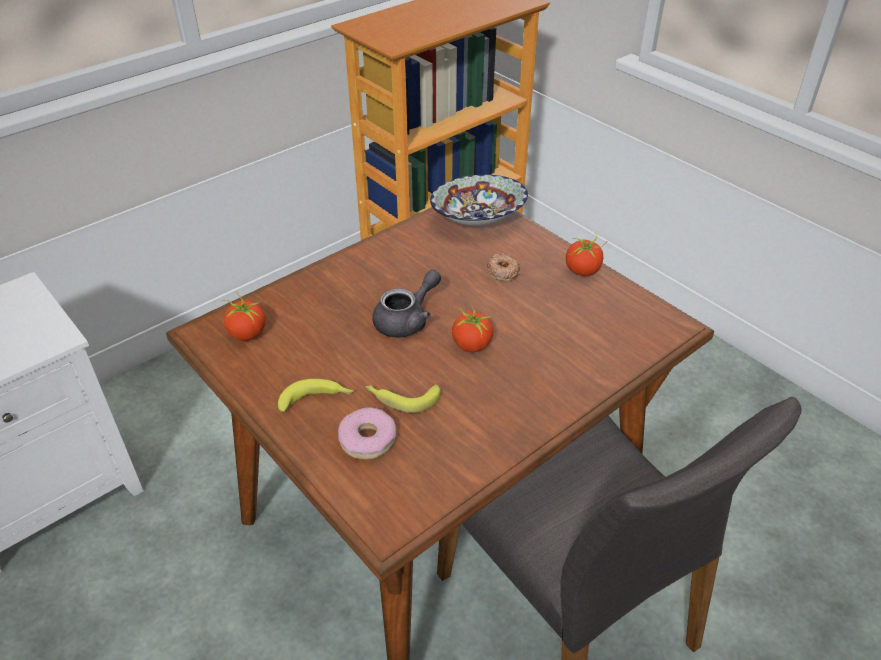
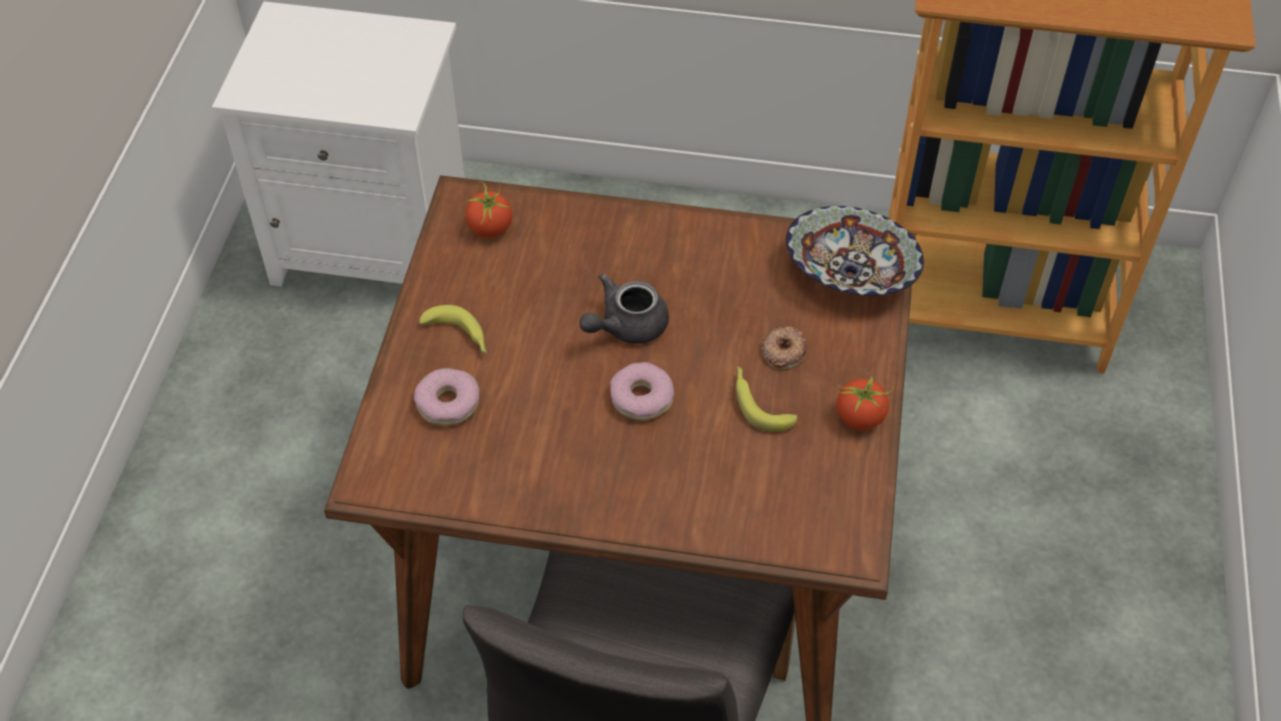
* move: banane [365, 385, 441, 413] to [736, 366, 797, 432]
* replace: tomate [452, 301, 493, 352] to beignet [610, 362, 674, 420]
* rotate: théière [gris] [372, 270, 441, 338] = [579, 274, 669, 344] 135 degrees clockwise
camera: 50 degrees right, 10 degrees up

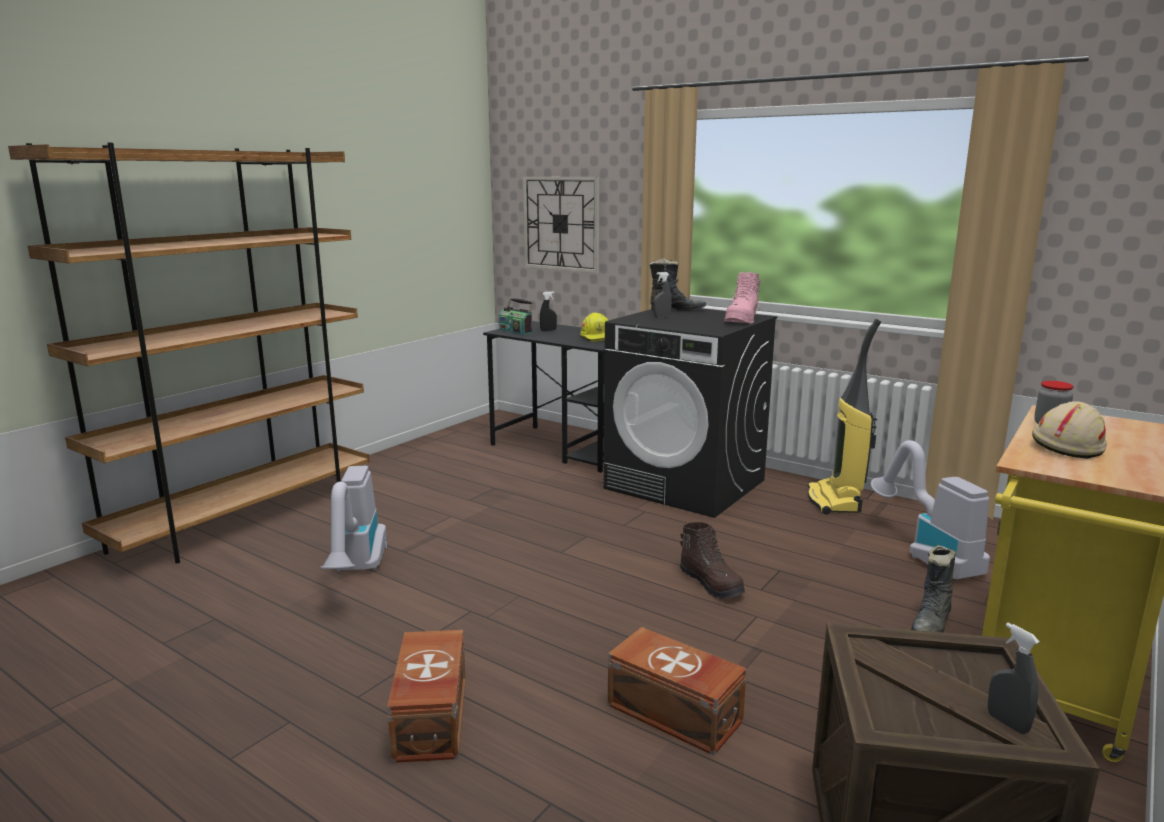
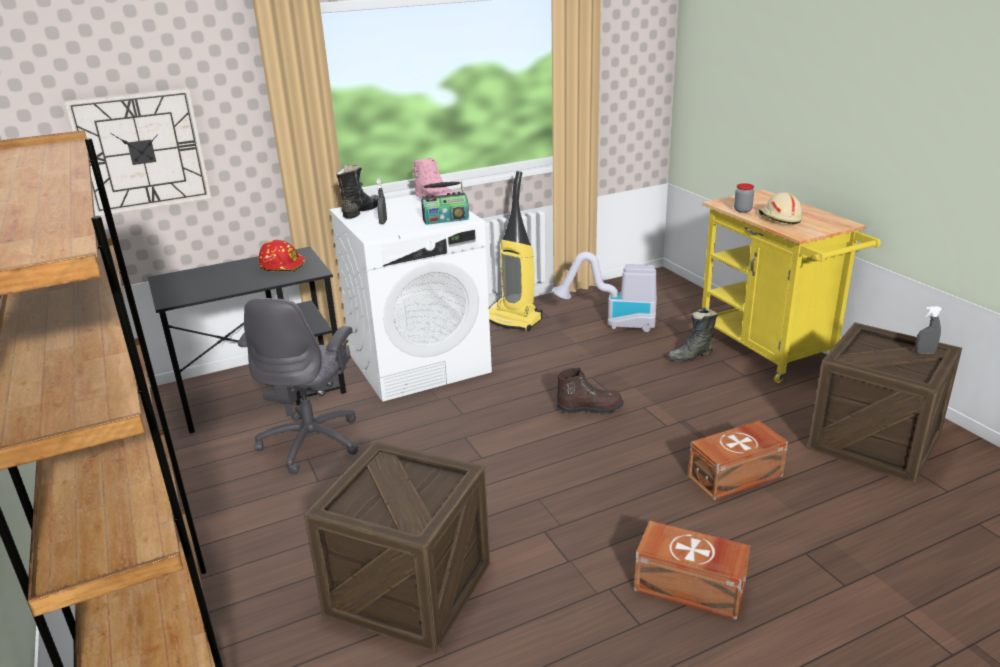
* delete: vaporisateur [noir] [540, 292, 557, 331]
* insert: chaise de bureau [gris] [238, 298, 359, 474]
* move: radio [499, 298, 534, 335] to [421, 181, 469, 225]
* replace: aspirateur [320, 466, 387, 572] to caisse [304, 441, 490, 653]
* recolor: casque de chantier [jaune] [580, 313, 608, 342] to casque de chantier [rouge] [259, 240, 306, 272]
* recolor: lave-linge [noir] [603, 308, 777, 518] to lave-linge [blanc] [329, 195, 492, 402]
* rotate: botte [noir] [911, 545, 956, 633] = [667, 307, 718, 362] 90 degrees clockwise
camera: 60 degrees left, 10 degrees up

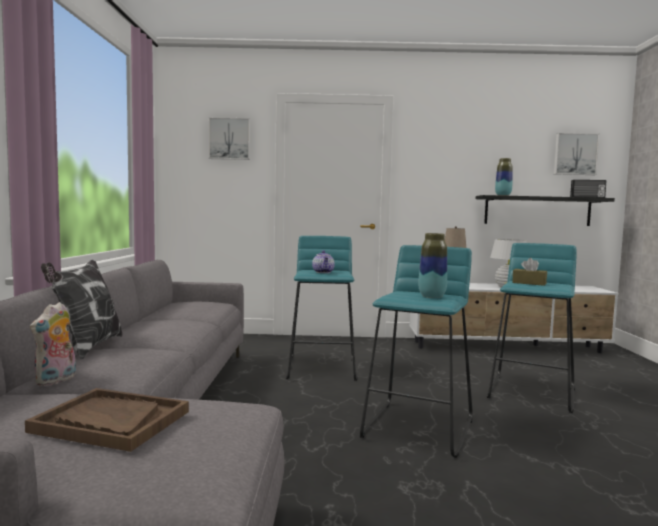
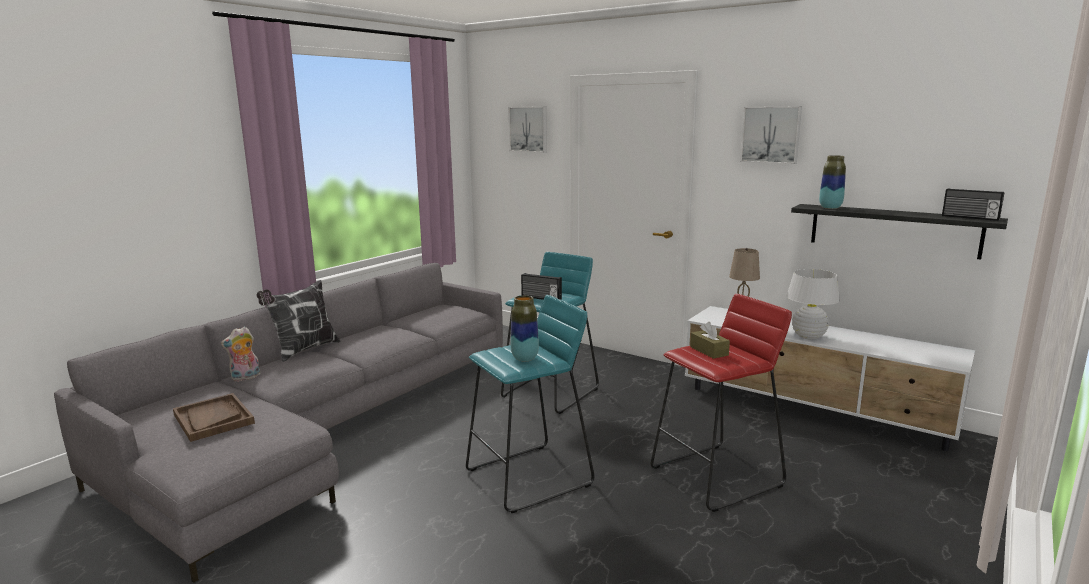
* move: tableau [554, 133, 600, 175] to [740, 106, 802, 164]
* replace: théière [312, 250, 335, 273] to radio [521, 273, 562, 300]
* recolor: tabouret [turquoise] [487, 243, 577, 413] to tabouret [rouge] [650, 294, 792, 512]
camera: 35 degrees right, 10 degrees up

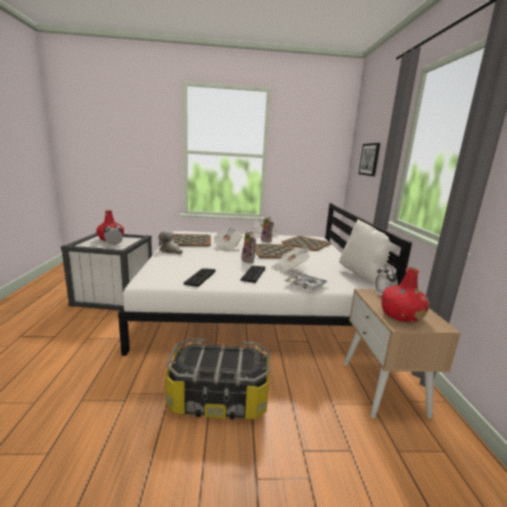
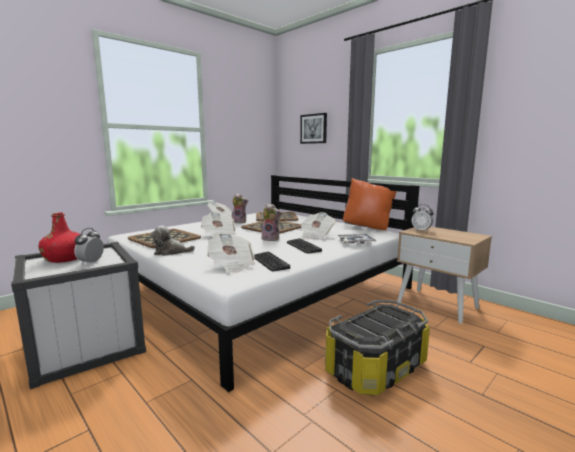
* delete: bouteille [rouge] [381, 267, 430, 323]
* insert: journal [207, 233, 255, 274]
* recolor: coussin [blanc] [339, 219, 399, 284] to coussin [orange] [343, 178, 397, 230]
camera: 40 degrees left, 5 degrees down

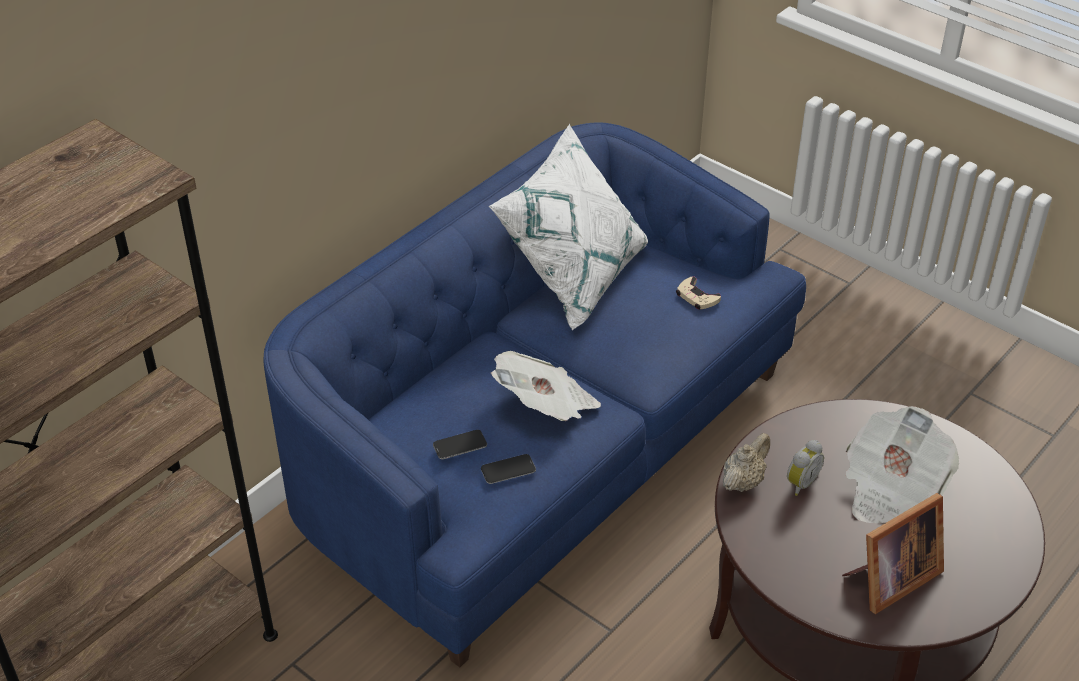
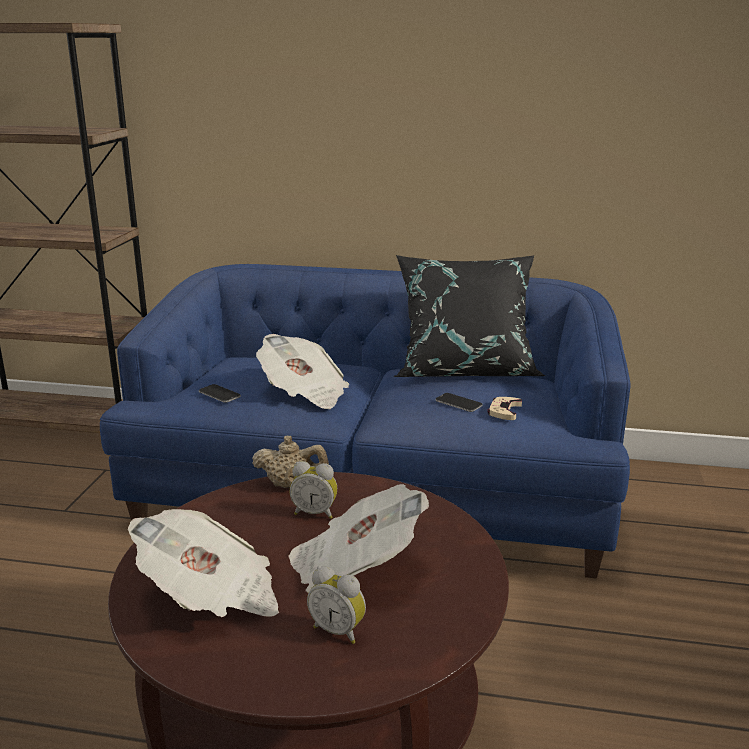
* insert: réveil [307, 566, 366, 644]
* move: téléphone [433, 430, 487, 459] to [436, 393, 482, 412]
* replace: cadre photo [842, 493, 944, 614] to journal [128, 509, 279, 617]
* recolor: coussin [blanc] [488, 124, 648, 330] to coussin [noir] [394, 255, 546, 377]
camera: 60 degrees right, 20 degrees down

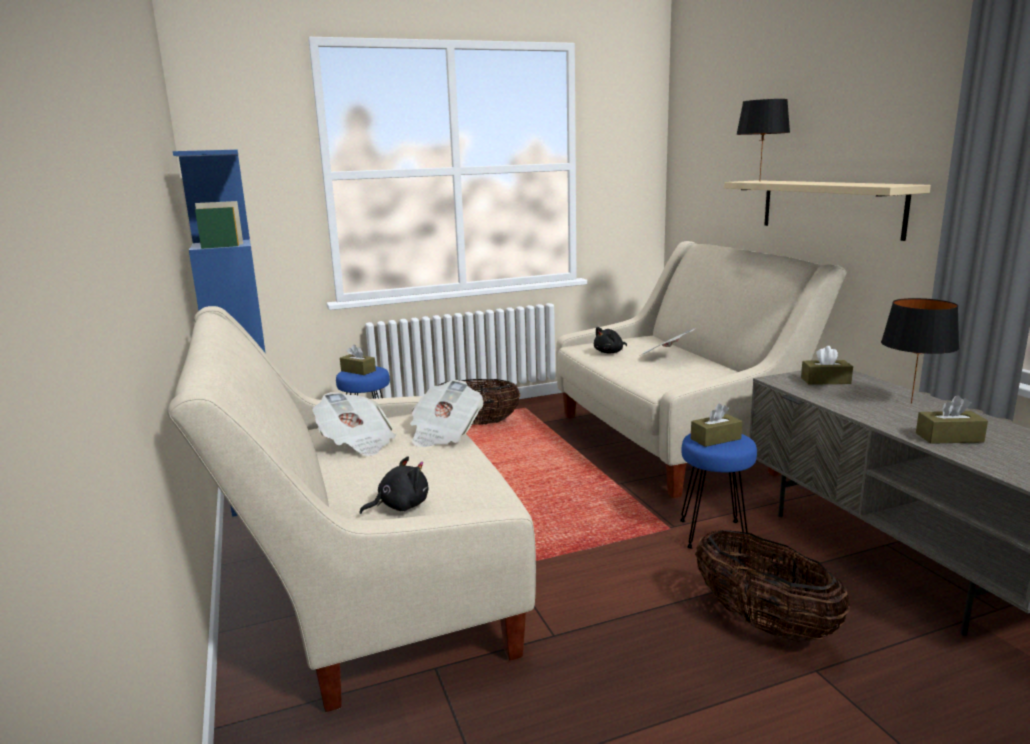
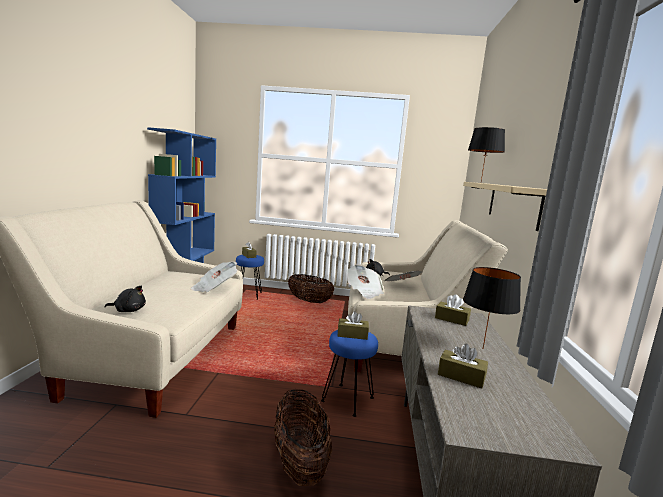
* move: journal [312, 392, 396, 456] to [347, 265, 384, 299]
camera: 25 degrees right, 5 degrees down

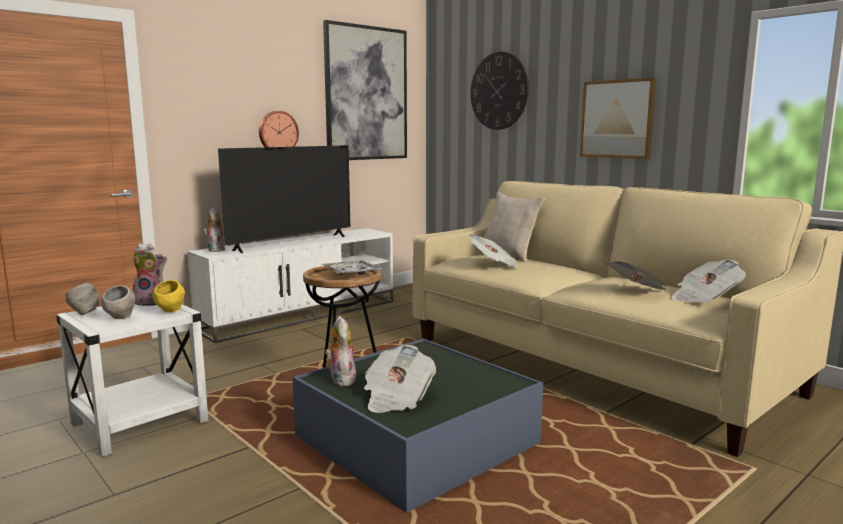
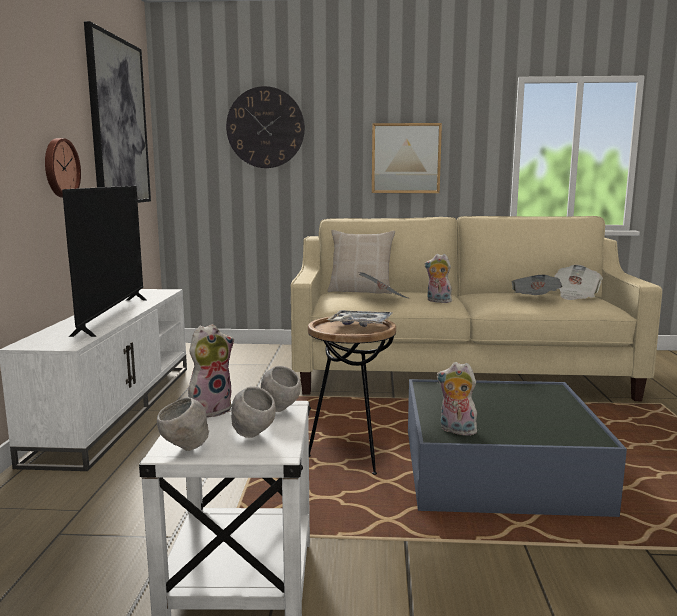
* delete: journal [364, 345, 436, 413]
* move: peluche [203, 207, 225, 252] to [425, 254, 452, 303]
* recolor: bol [jaune] [153, 280, 185, 313] to bol [gris] [261, 366, 301, 412]
camera: 45 degrees left, 0 degrees up

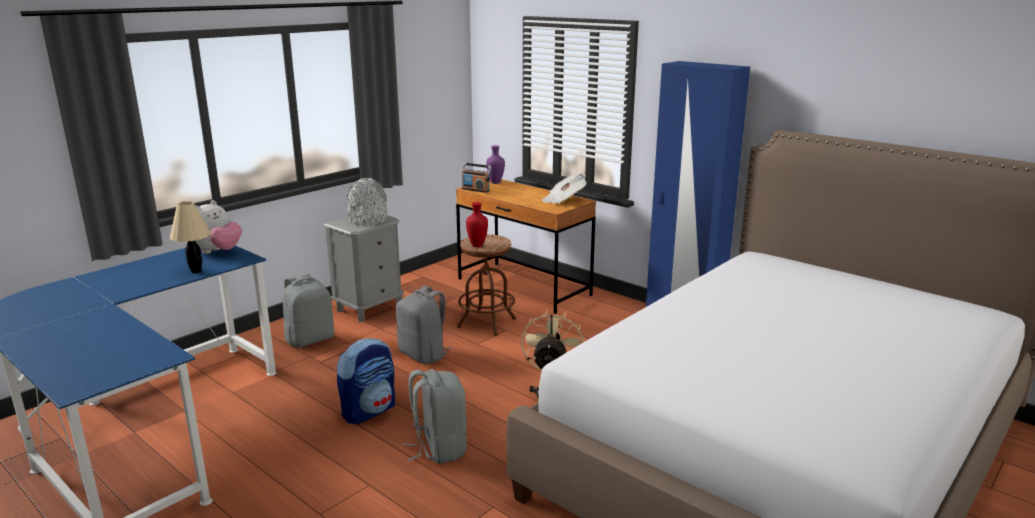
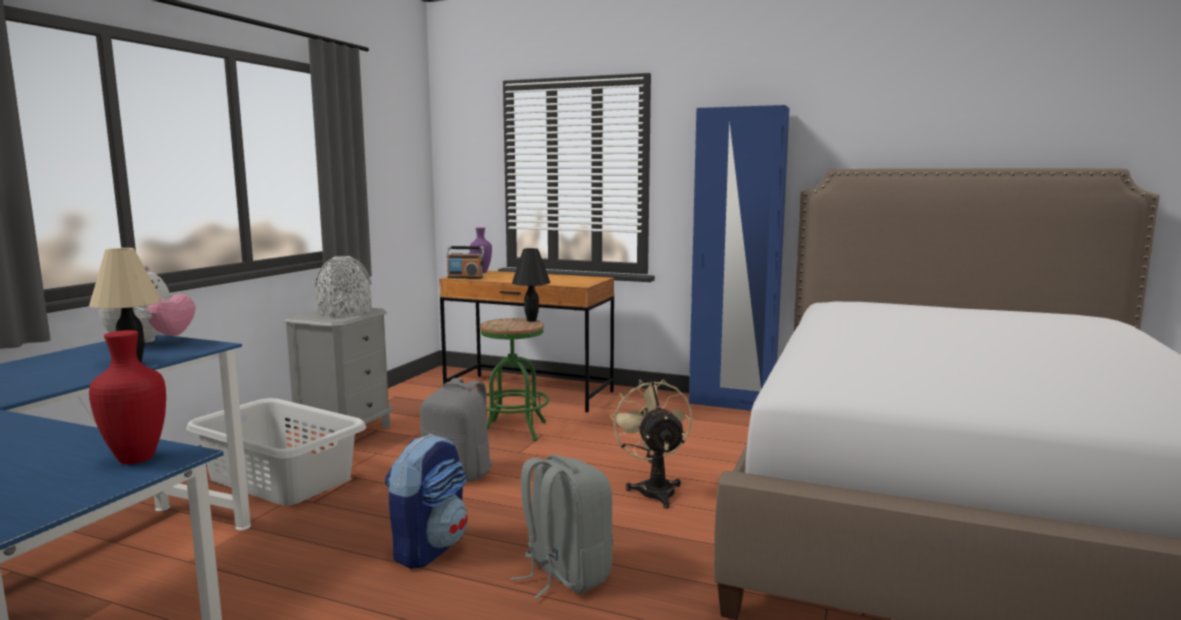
* delete: journal [542, 174, 587, 204]
* insert: lampe de table [noir] [512, 248, 550, 322]
* move: vase [rouge] [466, 202, 488, 247] to [89, 330, 166, 464]
* replace: sac à dos [gris] [283, 273, 334, 348] to panier à linge [gris] [186, 398, 366, 506]
* recolor: tabouret [marron] [457, 234, 516, 336] to tabouret [vert] [479, 318, 549, 441]
camera: 20 degrees left, 10 degrees down

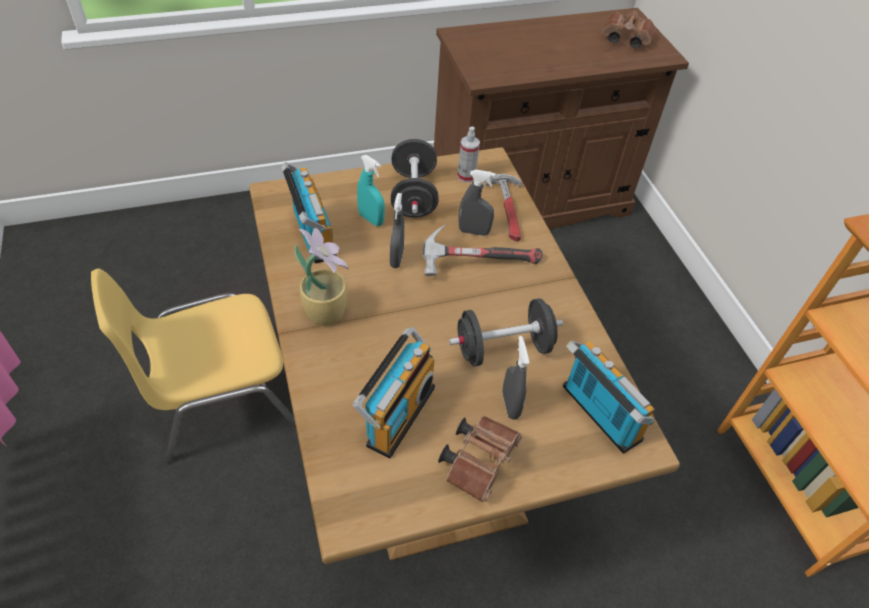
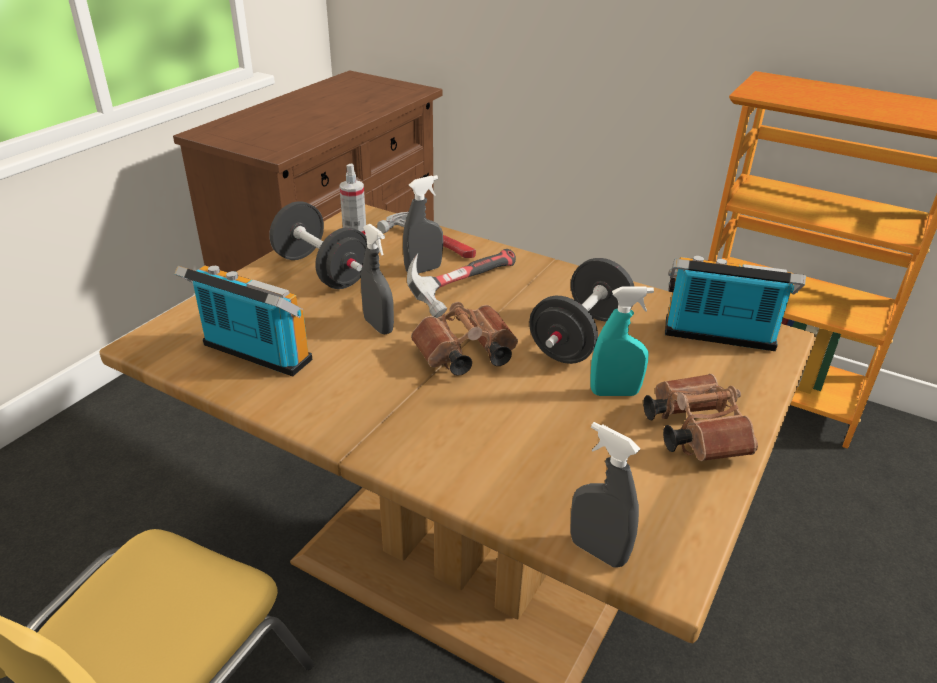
* delete: plante en pot [295, 227, 349, 326]
* delete: radio [353, 327, 435, 459]
* move: vaporisateur [turquoise] [357, 155, 385, 226] to [590, 286, 654, 396]
* move: vaporisateur [gris] [502, 336, 530, 420] to [570, 422, 640, 568]
* move: jumelles [marron] [602, 10, 656, 48] to [411, 302, 518, 376]
camera: 40 degrees left, 15 degrees down

